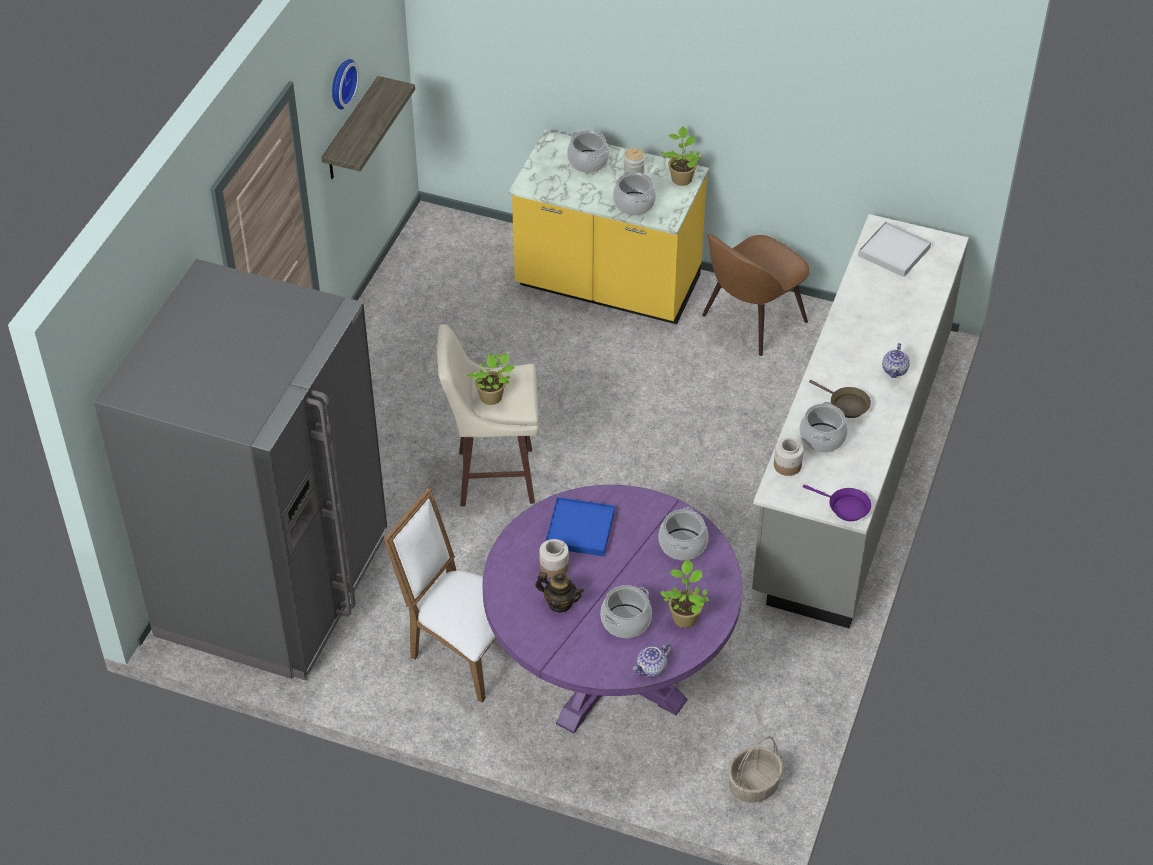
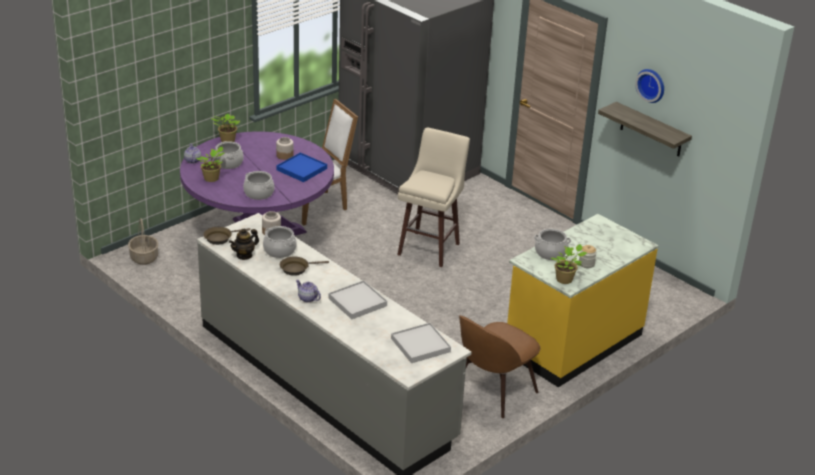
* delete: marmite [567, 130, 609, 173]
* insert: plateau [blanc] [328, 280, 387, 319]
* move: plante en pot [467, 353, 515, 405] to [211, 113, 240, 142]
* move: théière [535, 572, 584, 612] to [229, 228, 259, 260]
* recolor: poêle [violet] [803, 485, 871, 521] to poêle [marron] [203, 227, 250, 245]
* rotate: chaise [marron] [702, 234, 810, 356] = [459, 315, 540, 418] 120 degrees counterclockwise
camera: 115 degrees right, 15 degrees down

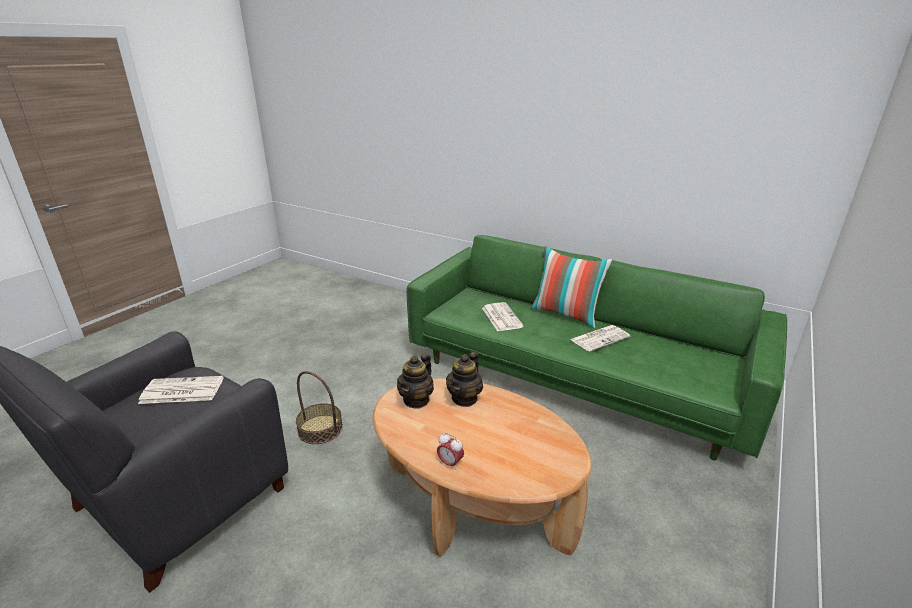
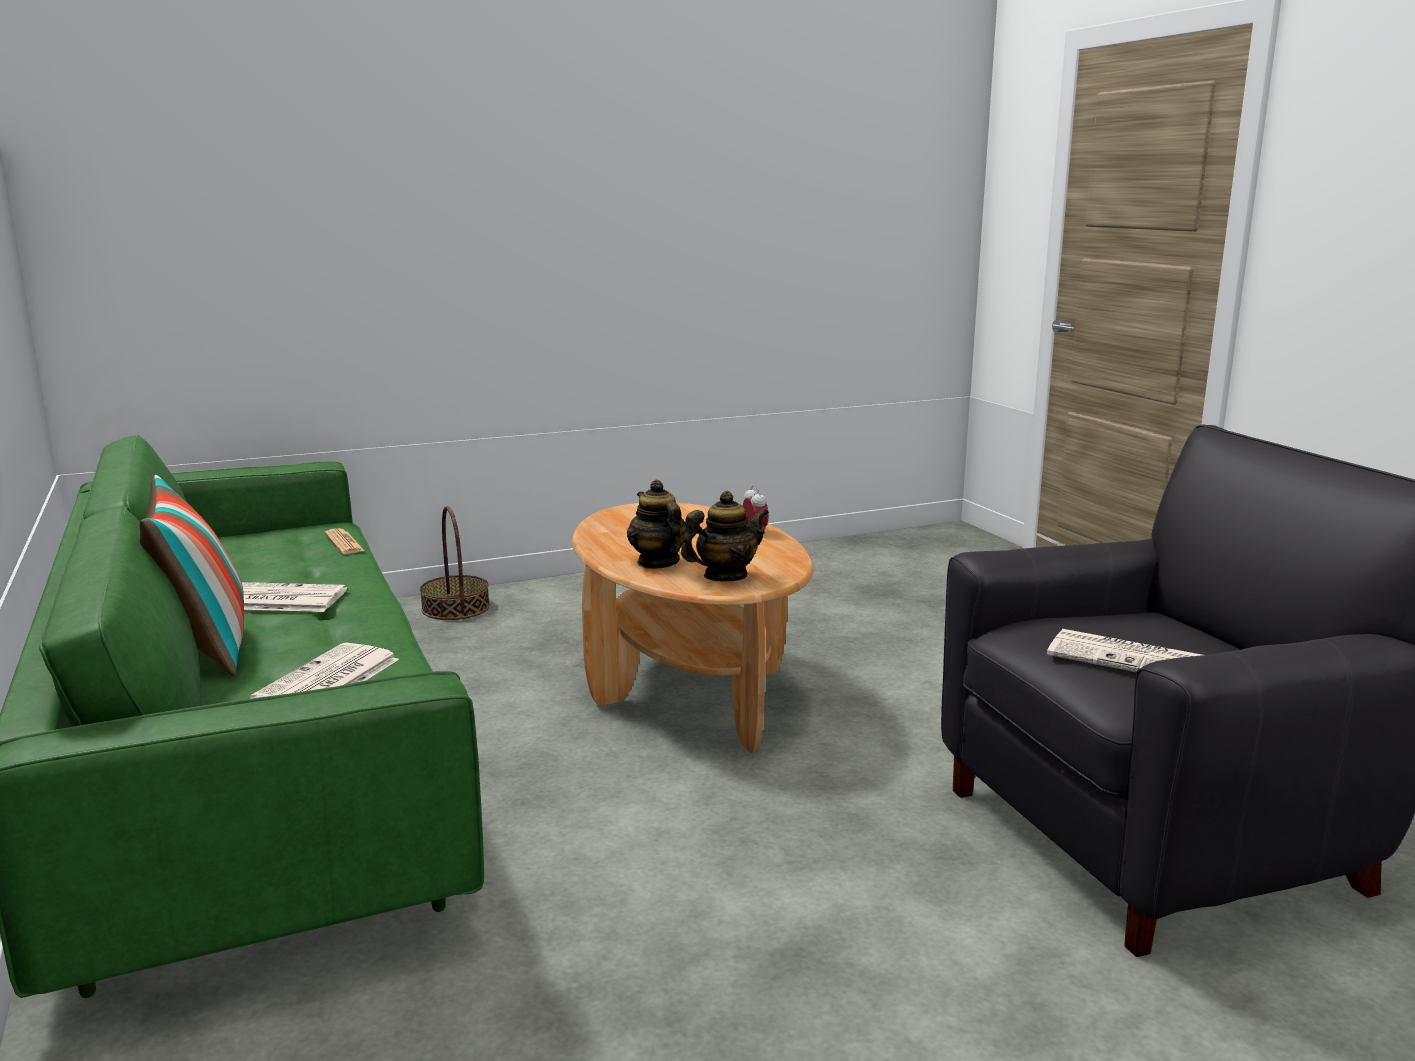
* insert: journal [325, 528, 365, 554]
* move: panier [296, 371, 343, 444] to [420, 506, 490, 620]
* rotate: théière [446, 352, 483, 407] = [627, 480, 686, 569] 90 degrees counterclockwise
camera: 145 degrees left, 10 degrees down

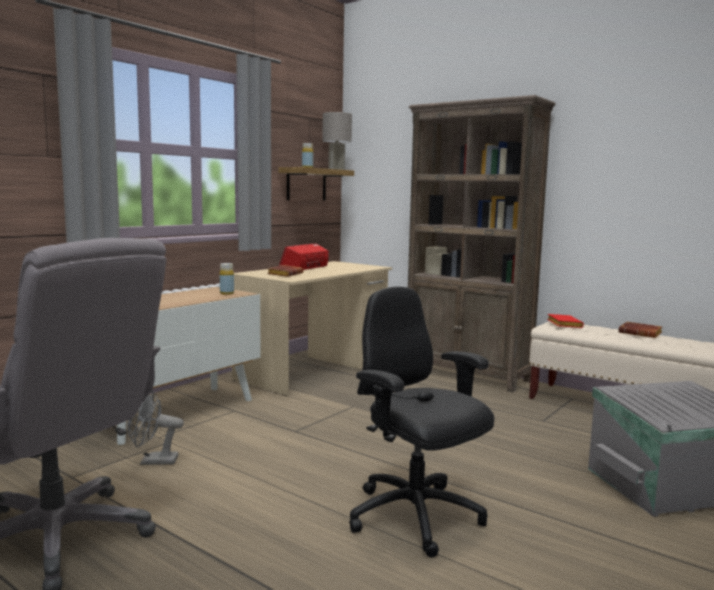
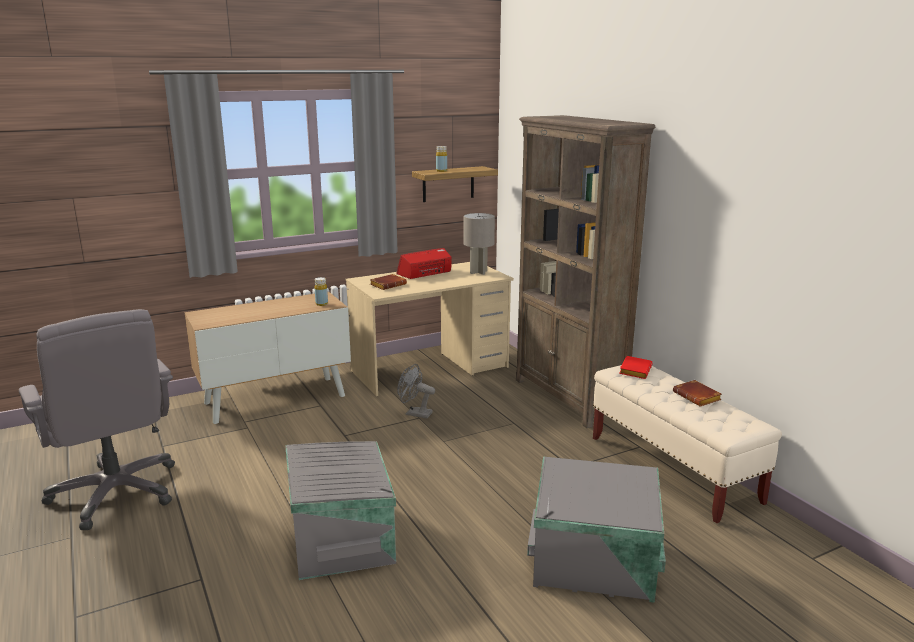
* move: ventilateur [gris] [128, 390, 184, 465] to [397, 364, 435, 419]
* move: lampe de table [gris] [322, 112, 352, 170] to [463, 213, 495, 275]
* replace: chaise de bureau [noir] [349, 286, 494, 557] to boîte de rangement [gris] [285, 441, 396, 580]
camera: 25 degrees right, 10 degrees up

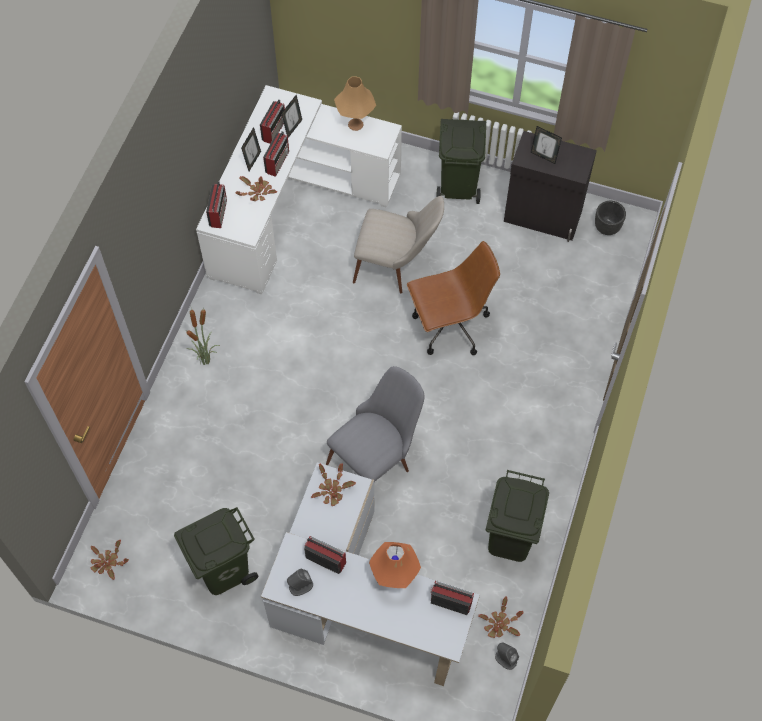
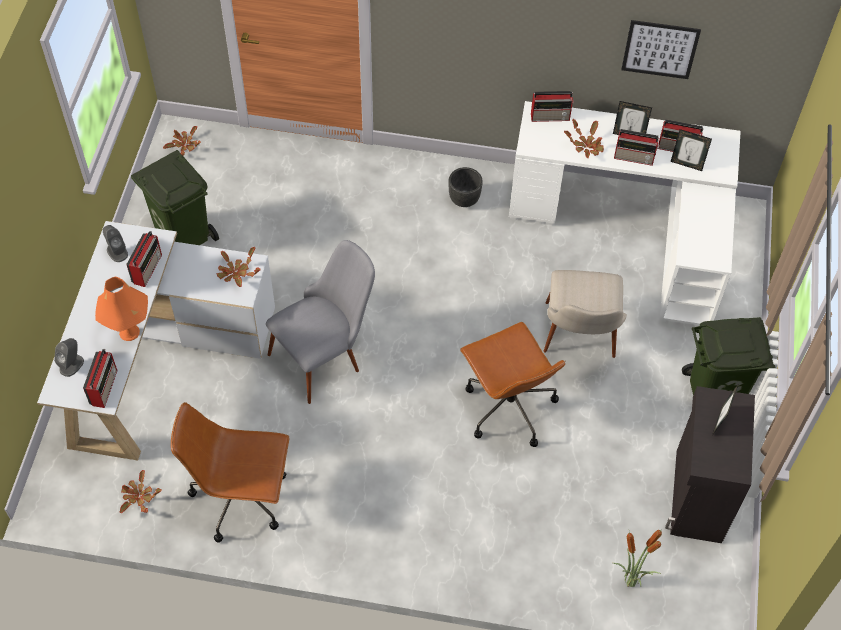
* delete: lampe de table [orange] [334, 76, 376, 131]
* insert: tableau [621, 20, 701, 79]
* move: plante en pot [186, 309, 220, 365] to [613, 528, 663, 587]
* move: enceinte [gris] [495, 643, 519, 670] to [54, 338, 84, 377]
* move: cache-pot [noir] [595, 201, 626, 235] to [448, 167, 483, 207]
* replace: poubelle [vert] [486, 470, 549, 562] to chaise de bureau [marron] [171, 402, 289, 543]
* rotate: chaise [gris] [326, 366, 425, 482] = [266, 240, 375, 404] 75 degrees counterclockwise
camera: 80 degrees right, 5 degrees down

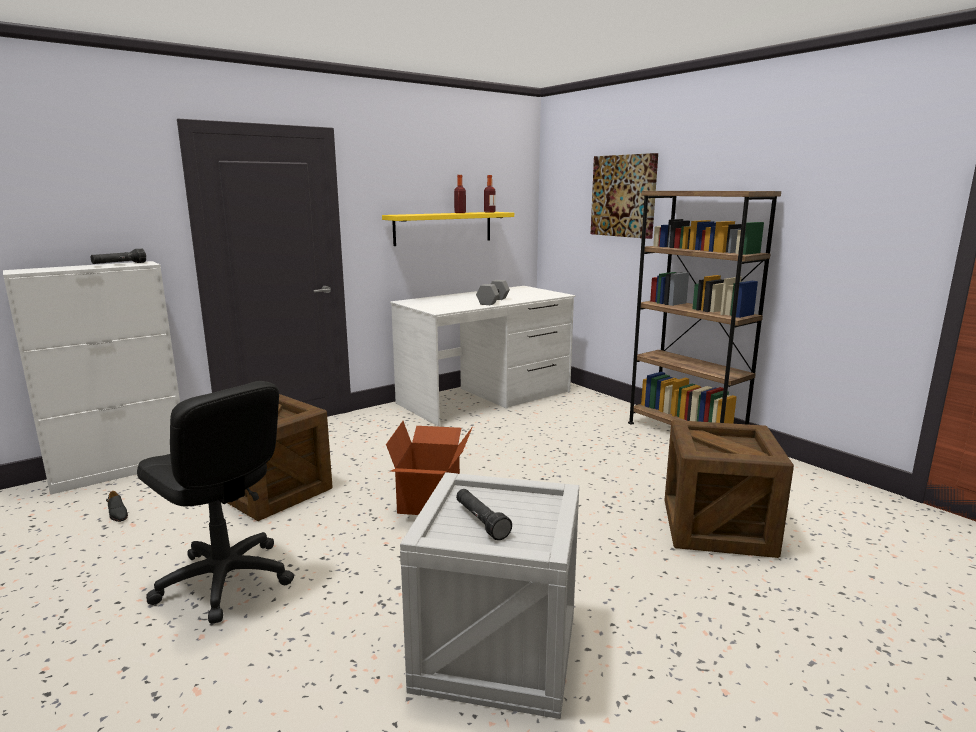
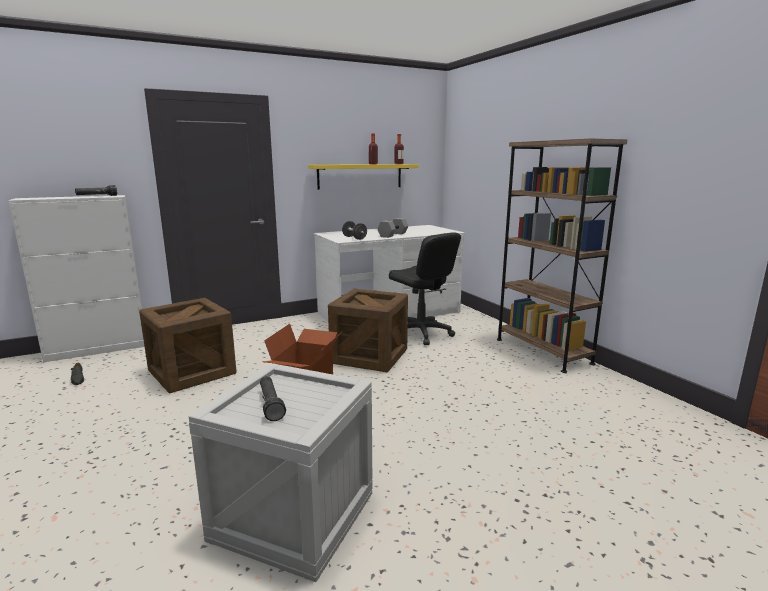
* delete: tableau [591, 153, 658, 239]
* insert: haltère [noir] [342, 221, 367, 240]
* move: chaise de bureau [noir] [137, 381, 294, 624] to [389, 232, 461, 345]
* move: caisse [665, 420, 794, 558] to [328, 289, 408, 372]
camera: 10 degrees right, 0 degrees up

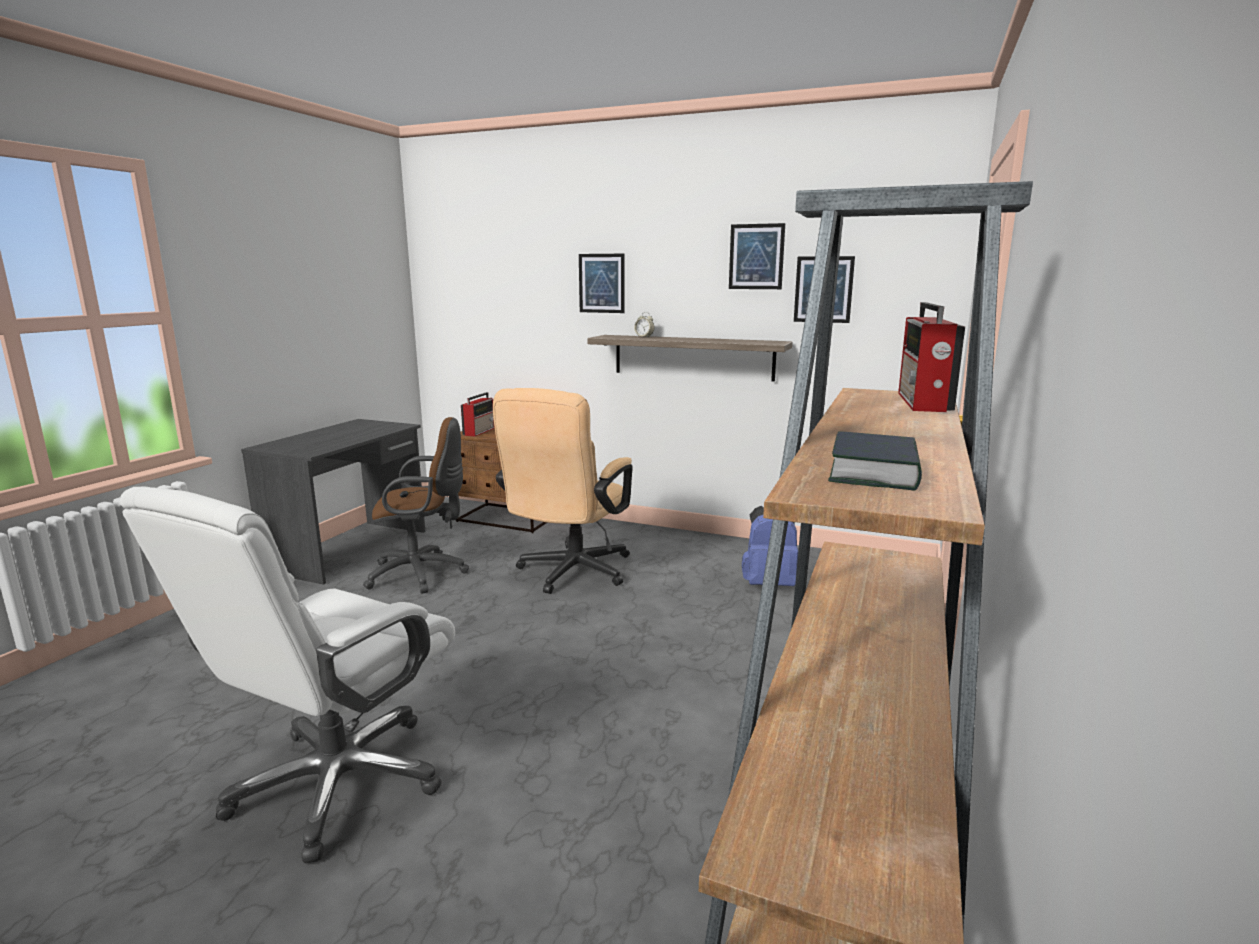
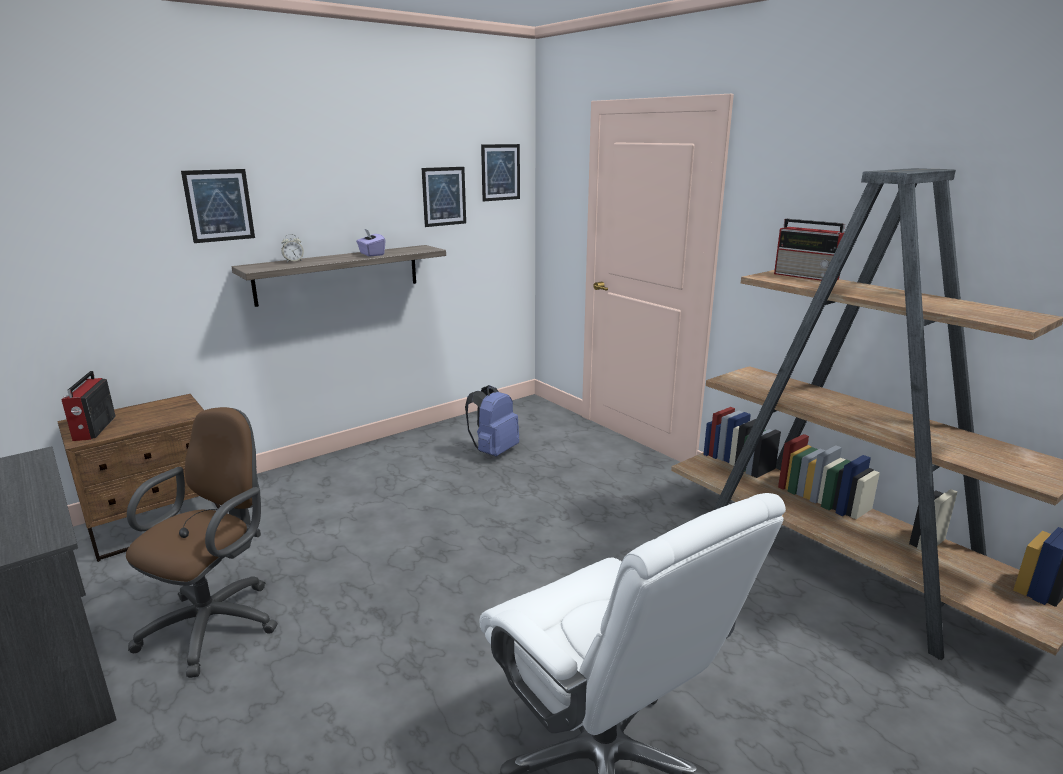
* delete: chaise de bureau [beige] [493, 388, 633, 594]
* delete: livre [828, 431, 922, 491]
* insert: boîte à mouchoirs [violet] [356, 228, 385, 257]
* move: tableau [729, 223, 785, 289] to [481, 144, 520, 201]
* rotate: radio [461, 392, 495, 436] = [61, 371, 116, 441] 150 degrees counterclockwise
camera: 60 degrees left, 5 degrees up

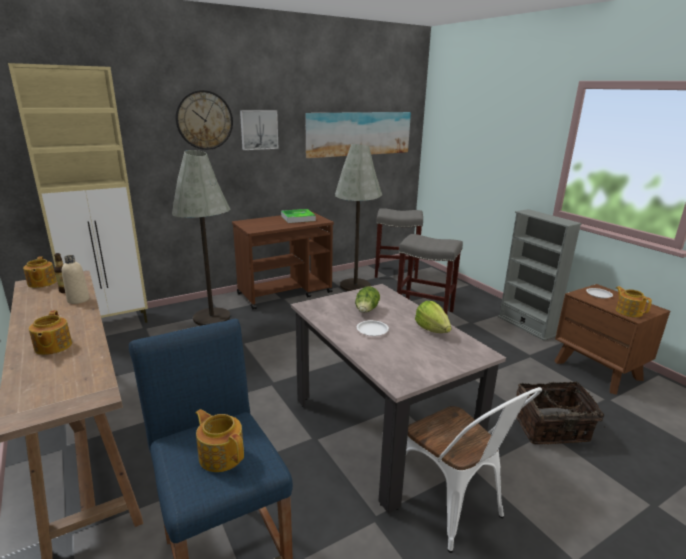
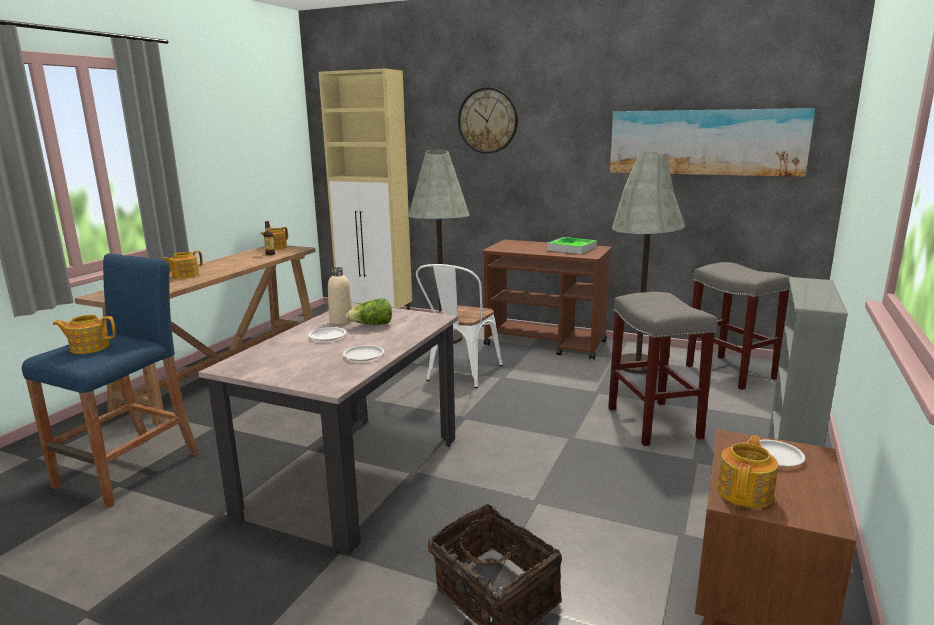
* delete: tableau [240, 110, 279, 150]
* move: bouteille [beige] [62, 255, 89, 304] to [328, 267, 352, 325]
* move: chaise [blanc] [406, 387, 542, 553] to [416, 264, 503, 388]
* replace: laitue [415, 301, 452, 333] to assiette [blanc] [343, 345, 384, 361]
* rotate: théière [196, 409, 244, 472] = [53, 315, 116, 354] 105 degrees counterclockwise
camera: 55 degrees right, 5 degrees down

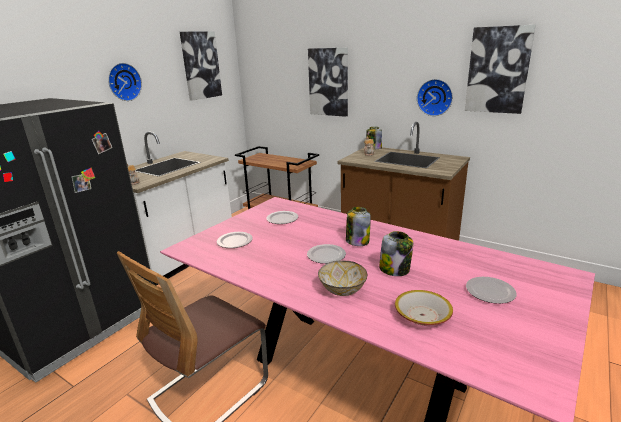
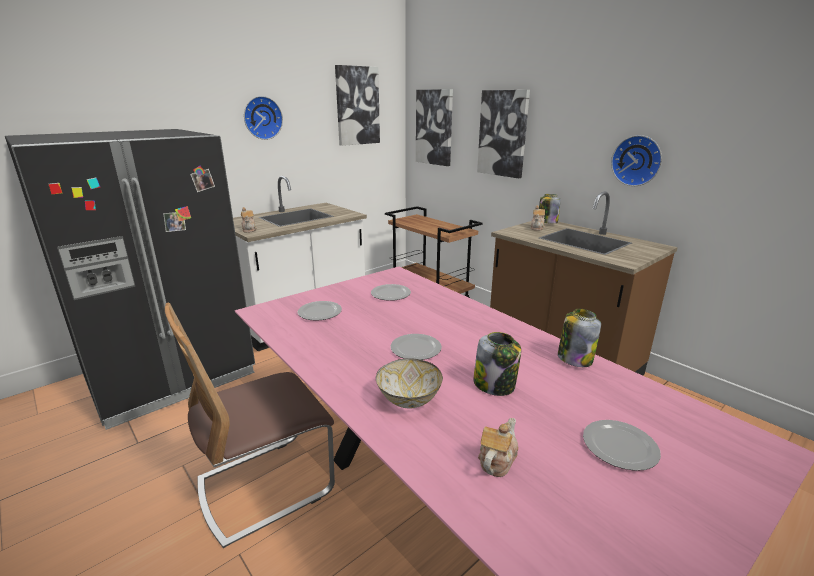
* move: bocal [346, 207, 371, 246] to [558, 309, 601, 367]
* move: tableau [465, 25, 536, 114] to [416, 89, 453, 166]
* replace: bol [395, 290, 453, 325] to théière [478, 418, 518, 477]
camera: 15 degrees right, 0 degrees up

